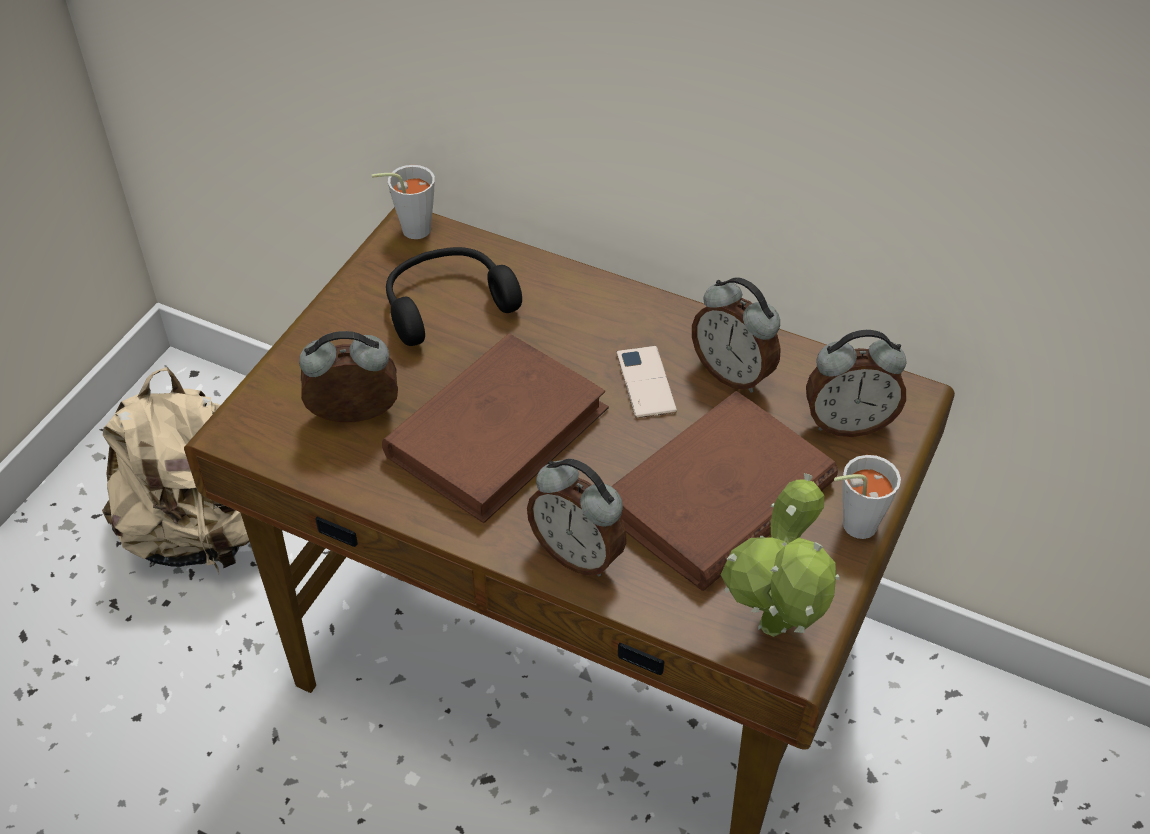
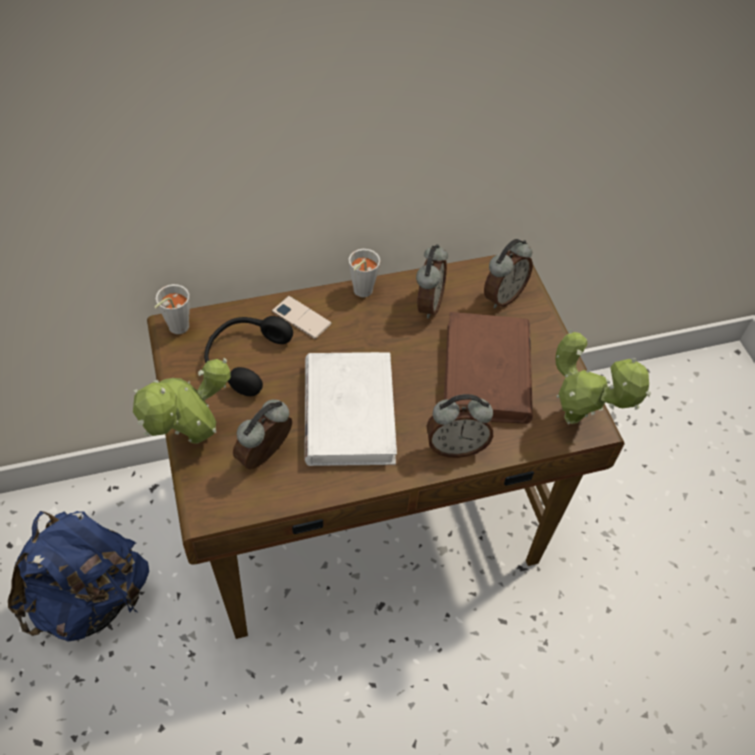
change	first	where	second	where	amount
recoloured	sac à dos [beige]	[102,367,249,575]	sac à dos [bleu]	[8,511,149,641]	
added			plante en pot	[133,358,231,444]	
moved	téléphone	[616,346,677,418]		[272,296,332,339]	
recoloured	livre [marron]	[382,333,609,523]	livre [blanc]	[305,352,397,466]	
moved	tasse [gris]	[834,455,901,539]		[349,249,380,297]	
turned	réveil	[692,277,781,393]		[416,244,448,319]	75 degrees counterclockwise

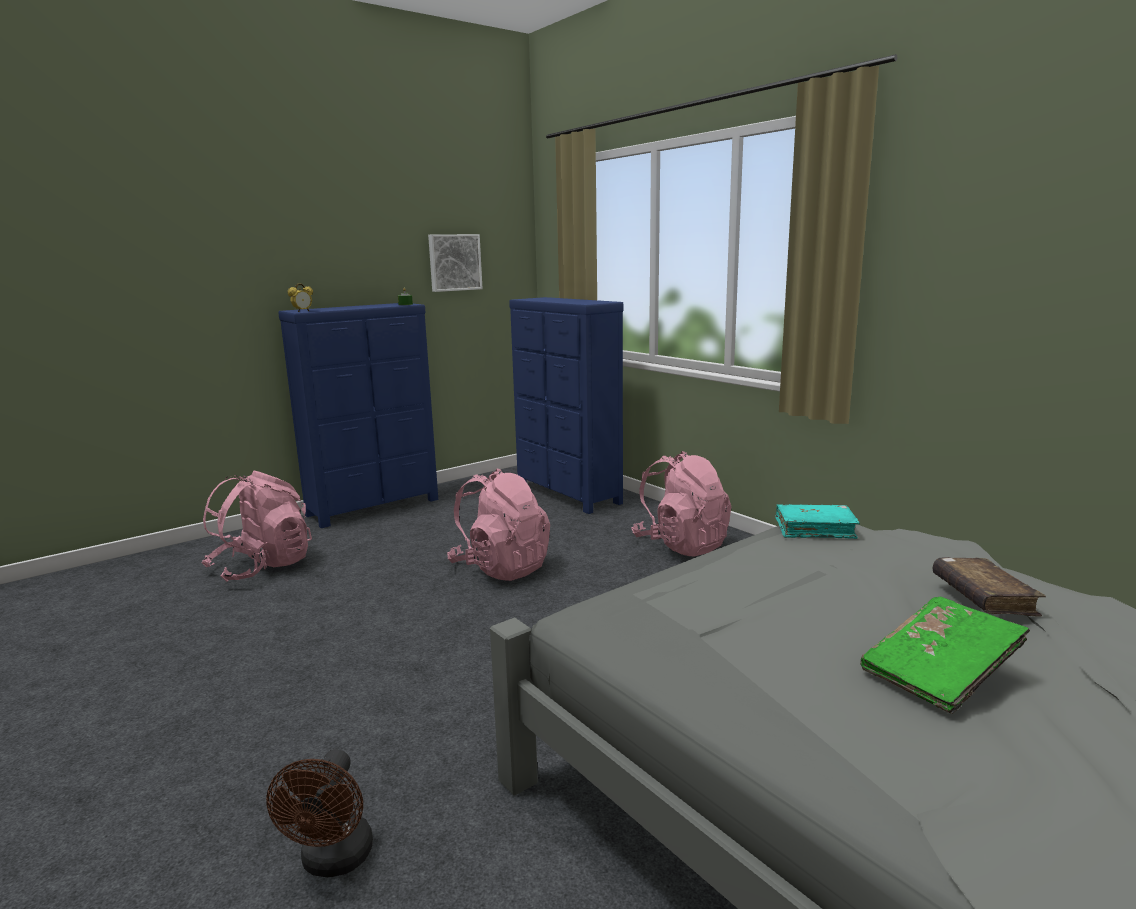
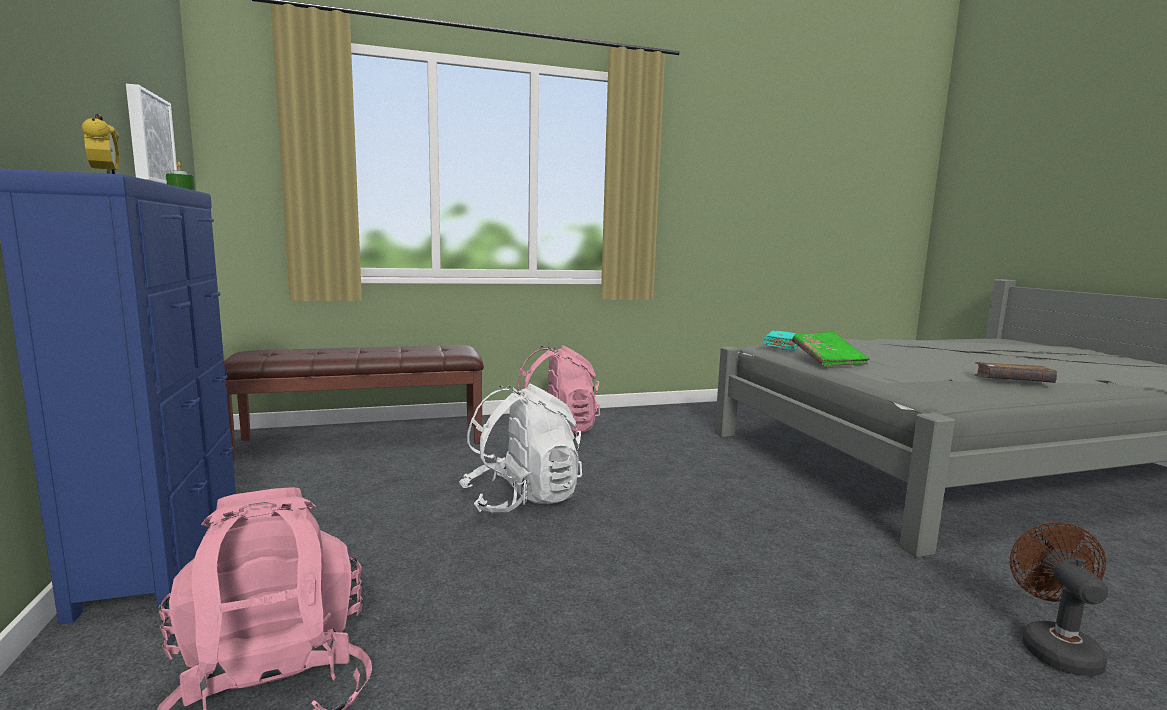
change	first	where	second	where	amount
replaced	commode [bleu]	[509,297,624,514]	banc [marron]	[224,345,484,462]	
recoloured	sac à dos [rose]	[447,468,550,581]	sac à dos [blanc]	[459,383,582,513]	
moved	livre [vert]	[860,597,1030,714]		[792,332,870,367]	
moved	livre [marron]	[933,557,1046,616]		[974,362,1057,383]	
turned	ventilateur [marron]	[266,749,373,877]		[1010,522,1108,676]	105 degrees counterclockwise

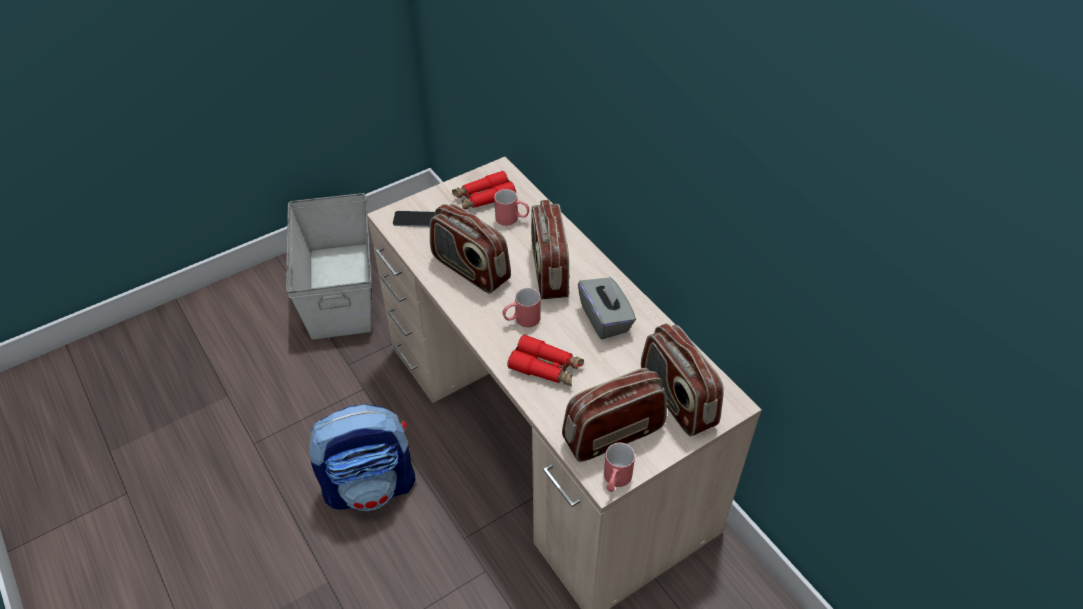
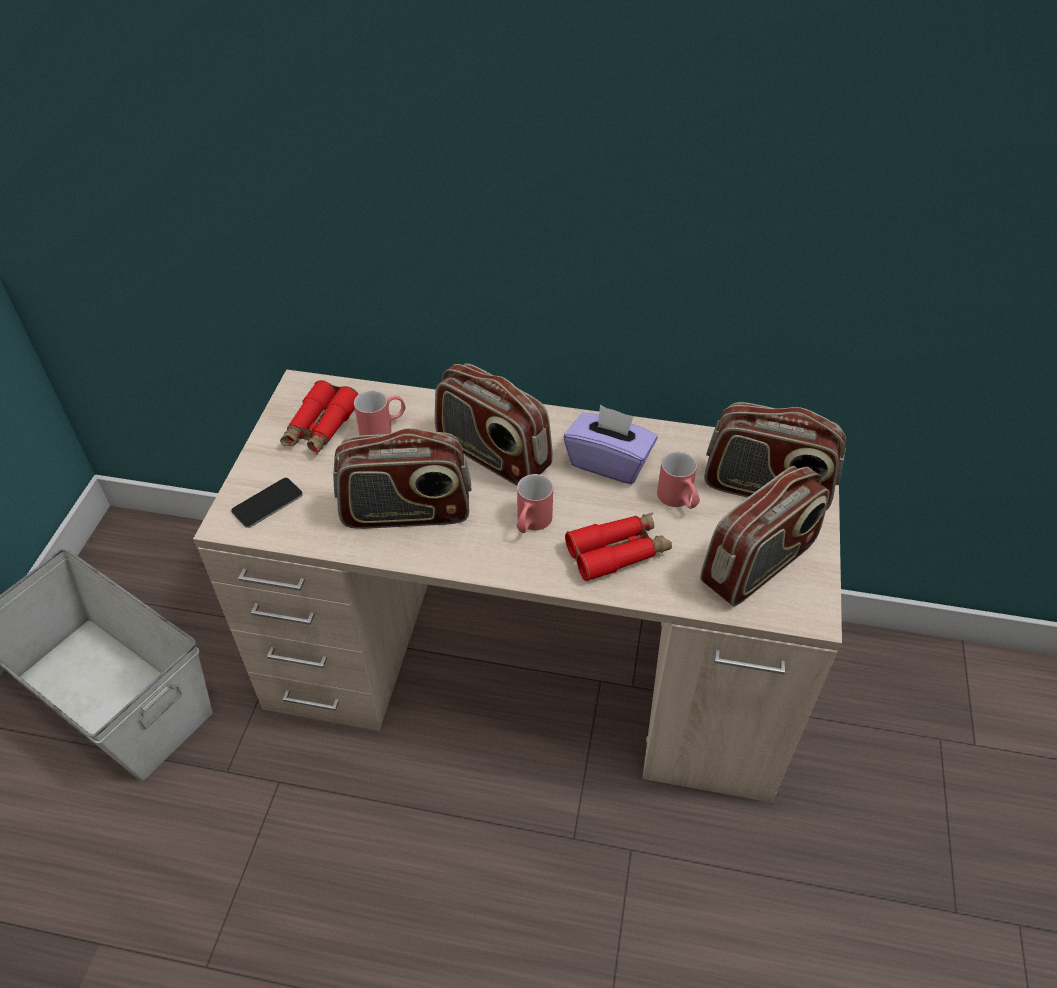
change	first	where	second	where	amount
recoloured	boîte à mouchoirs [gris]	[578,277,636,339]	boîte à mouchoirs [violet]	[564,405,658,484]	
moved	mug [rouge]	[604,443,635,492]		[657,452,700,509]	
turned	radio	[562,368,667,462]		[700,466,830,607]	150 degrees counterclockwise
removed	sac à dos	[309,404,415,511]			

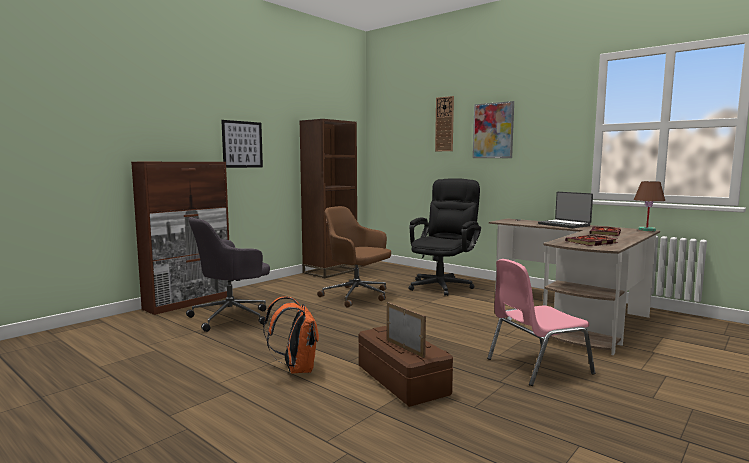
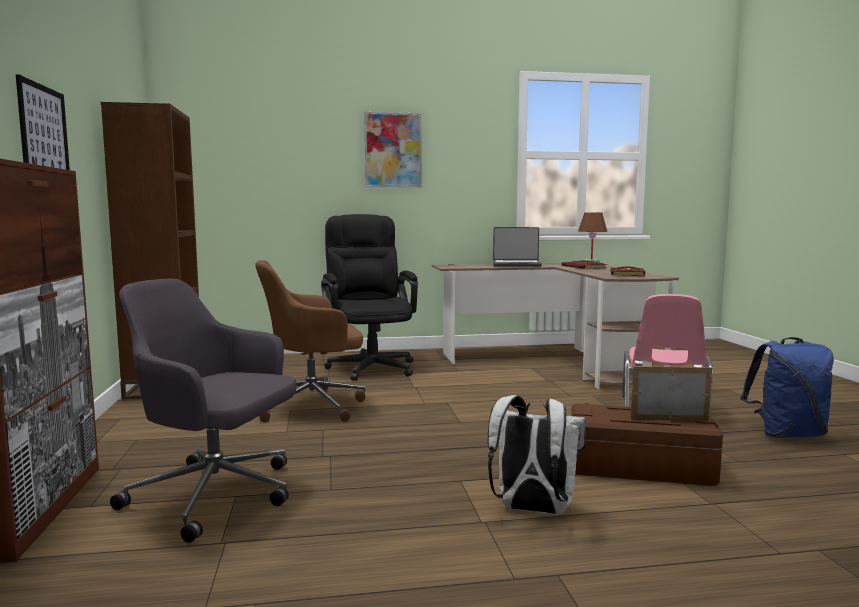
change	first	where	second	where	amount
turned	chaise de bureau [gris]	[186,217,270,332]		[110,279,297,543]	105 degrees clockwise
recoloured	sac à dos [orange]	[263,296,319,374]	sac à dos [blanc]	[487,395,585,514]	
added			sac à dos [bleu]	[740,337,834,438]	
removed	horloge murale	[435,96,454,151]			

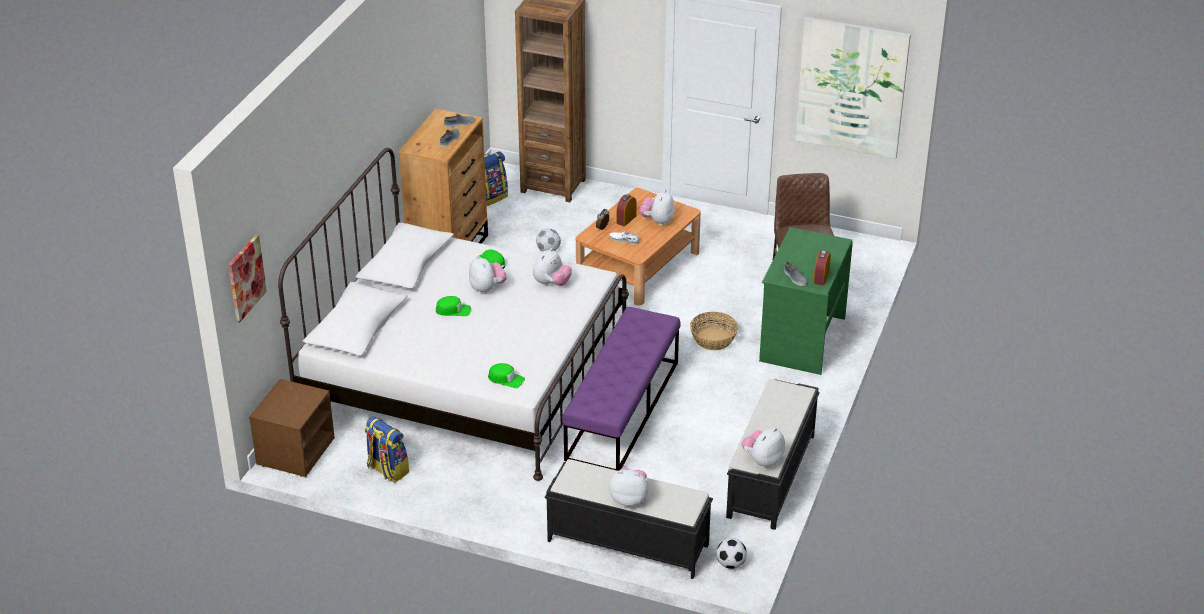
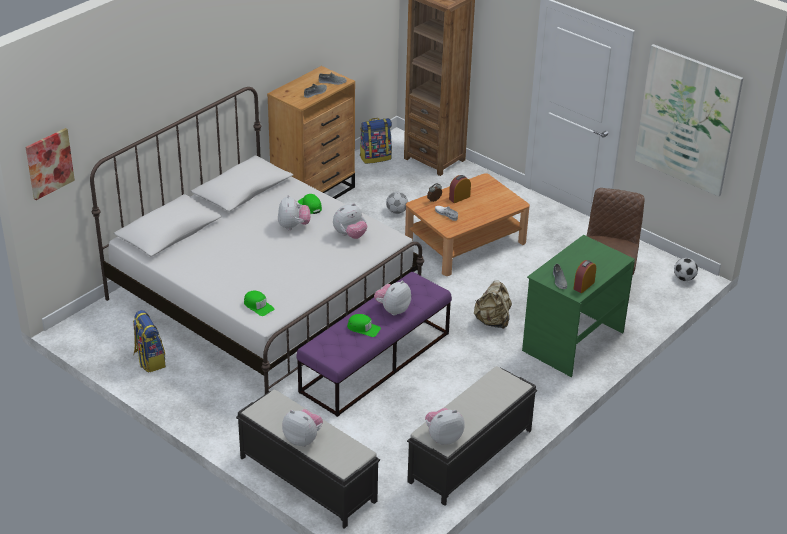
change	first	where	second	where	amount
moved	casquette [vert]	[436,296,471,316]		[347,314,381,337]	
moved	peluche	[640,190,674,226]		[374,280,411,316]	
replaced	panier	[690,312,738,350]	sac à dos [beige]	[474,280,512,329]	
moved	ballon de foot	[716,538,747,569]		[674,258,698,281]	
removed	table de chevet [marron]	[249,379,335,477]			

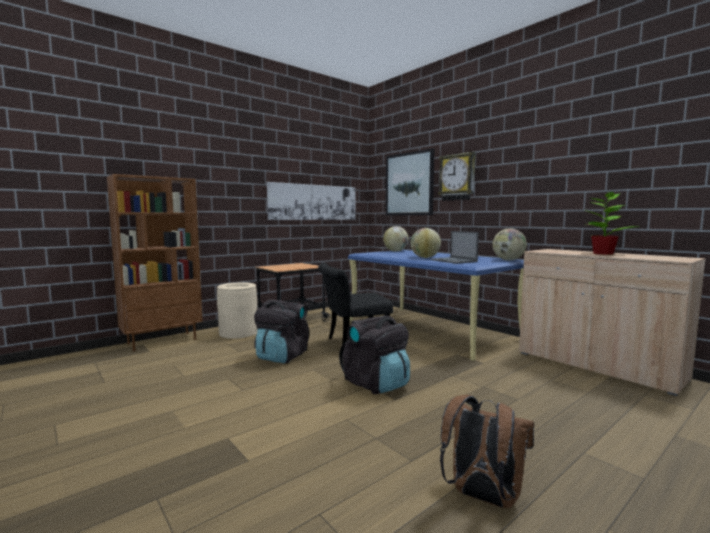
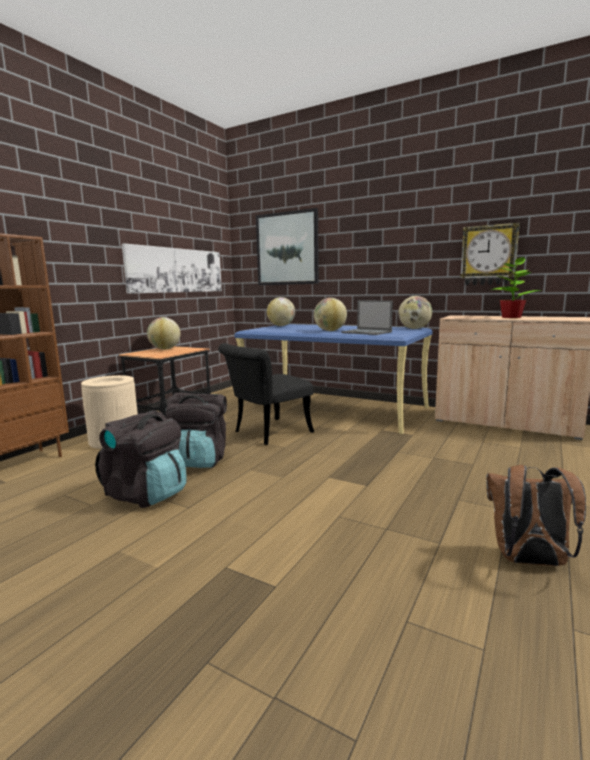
change	first	where	second	where	amount
moved	sac à dos [noir]	[339,315,410,394]		[95,411,186,508]	
added			globe	[147,317,181,349]	
moved	horloge murale	[438,152,476,201]		[460,222,520,285]	

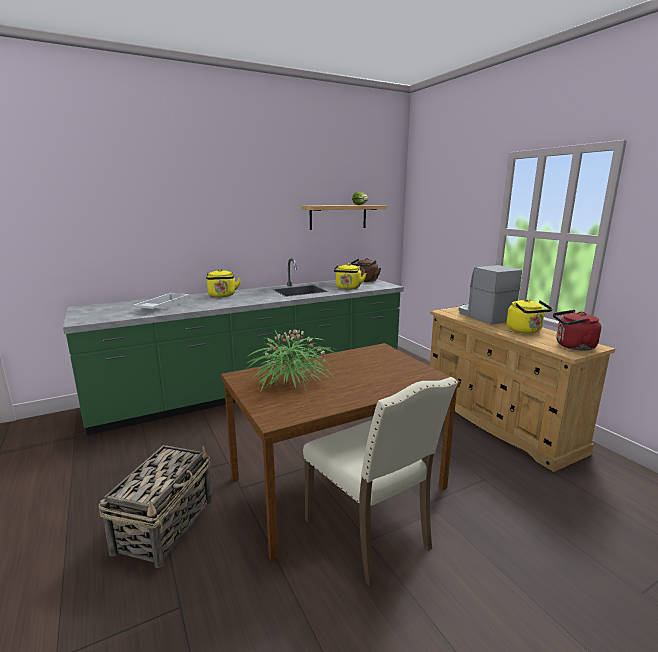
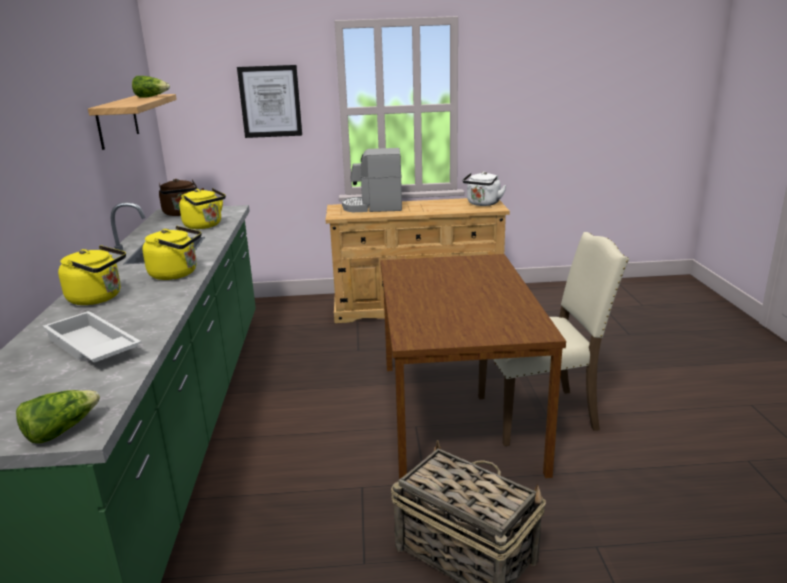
change	first	where	second	where	amount
added			laitue	[16,390,100,443]	
moved	bouilloire [jaune]	[507,299,553,334]		[142,226,202,280]	
added			tableau	[237,65,302,138]	
recoloured	bouilloire [rouge]	[553,310,601,351]	bouilloire [blanc]	[463,172,507,206]	
removed	plante en pot	[247,329,335,390]			

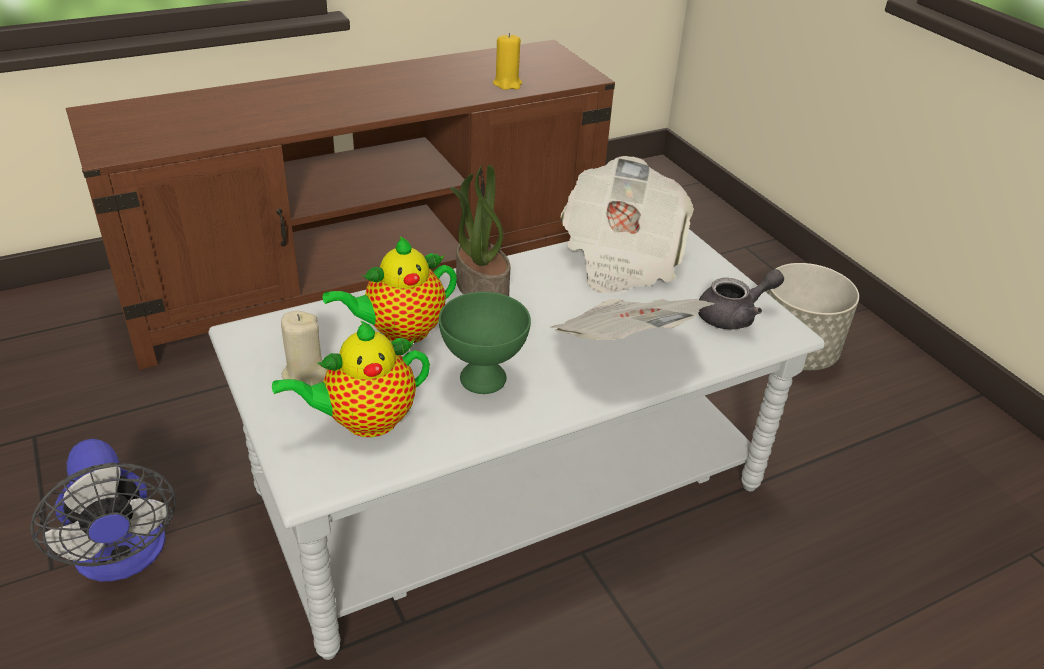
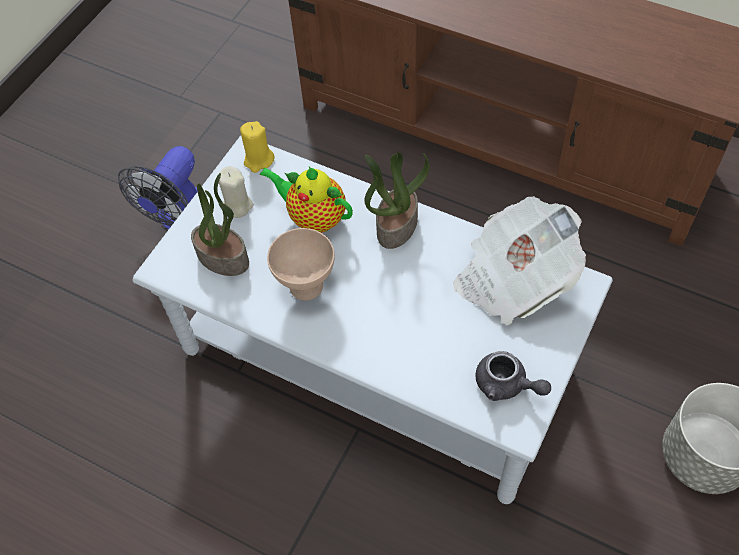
change	first	where	second	where	amount
replaced	théière	[272,321,430,437]	plante en pot	[191,173,249,276]	
moved	bougie [jaune]	[493,33,522,90]		[240,121,275,173]	
recoloured	bol [vert]	[439,292,531,394]	bol [beige]	[267,228,335,301]	
removed	journal	[551,299,714,340]			

